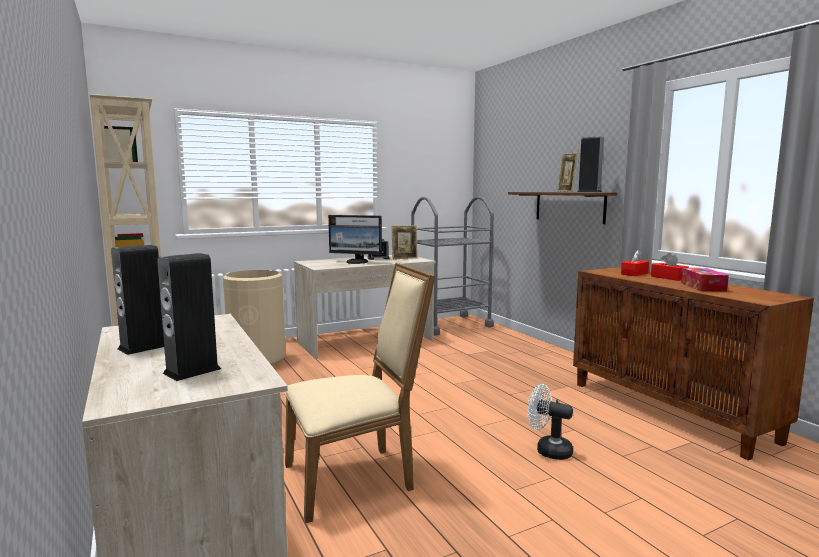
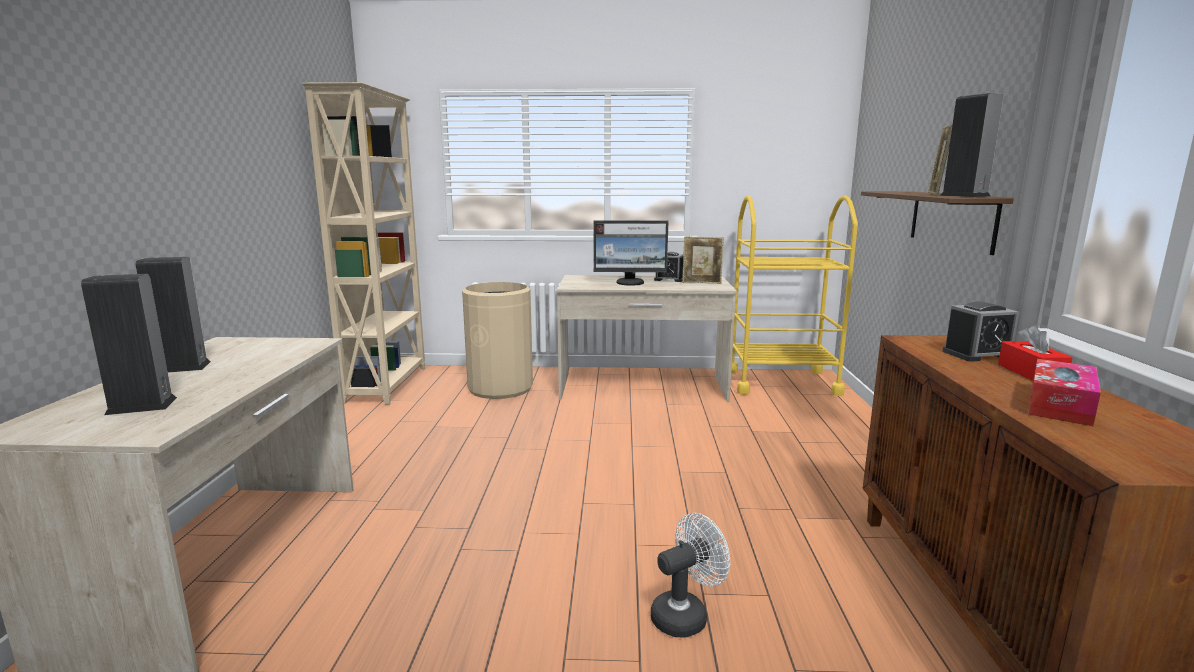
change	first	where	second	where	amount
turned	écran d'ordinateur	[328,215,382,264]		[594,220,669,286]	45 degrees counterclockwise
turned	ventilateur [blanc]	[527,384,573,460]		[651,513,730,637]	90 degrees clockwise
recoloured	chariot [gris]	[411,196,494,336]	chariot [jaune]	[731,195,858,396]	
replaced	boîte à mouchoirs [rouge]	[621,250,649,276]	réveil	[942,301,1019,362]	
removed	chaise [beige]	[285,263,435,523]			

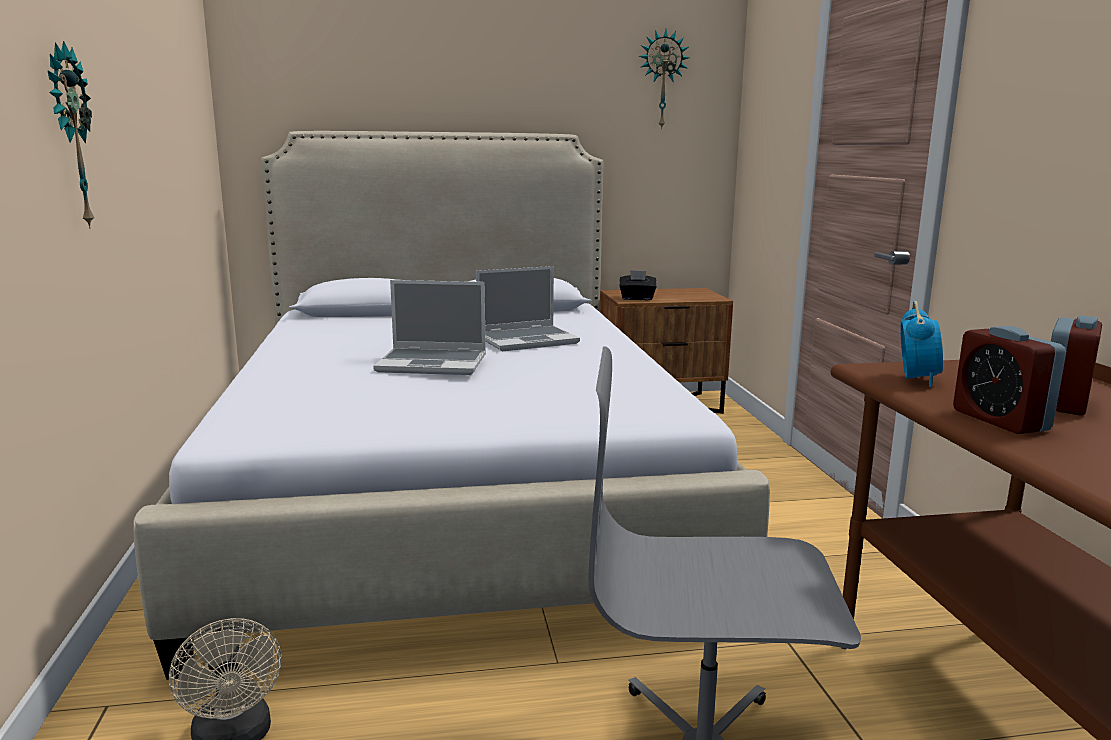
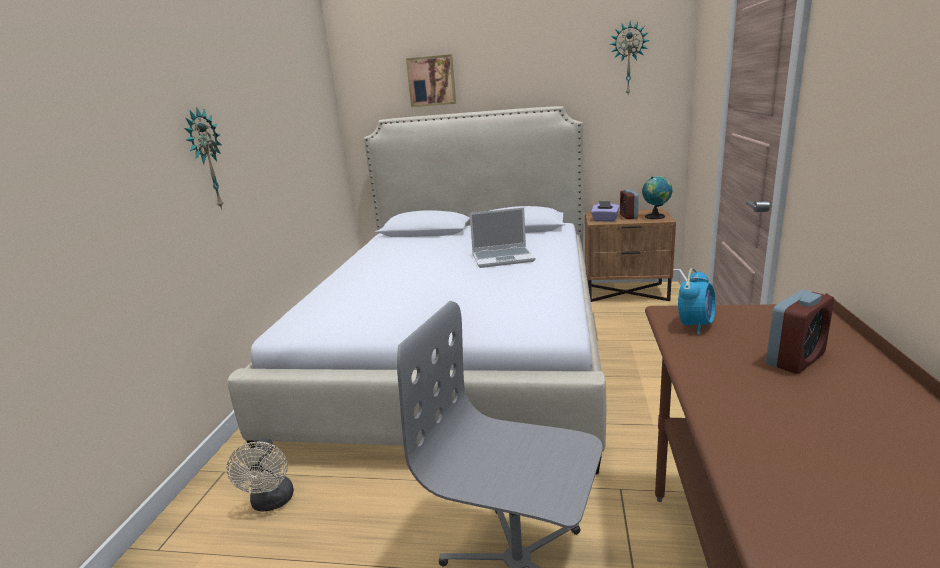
change	first	where	second	where	amount
added			tableau	[406,54,456,107]	
recoloured	boîte à mouchoirs [noir]	[619,270,657,300]	boîte à mouchoirs [violet]	[591,201,620,222]	
moved	réveil	[953,326,1066,434]		[620,189,639,219]	
added			globe	[642,176,673,219]	
removed	ordinateur portable	[373,280,486,375]			

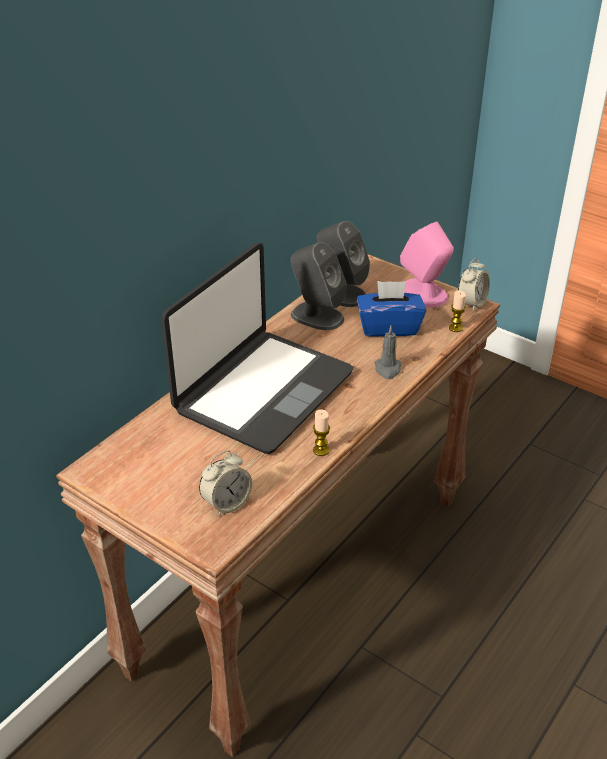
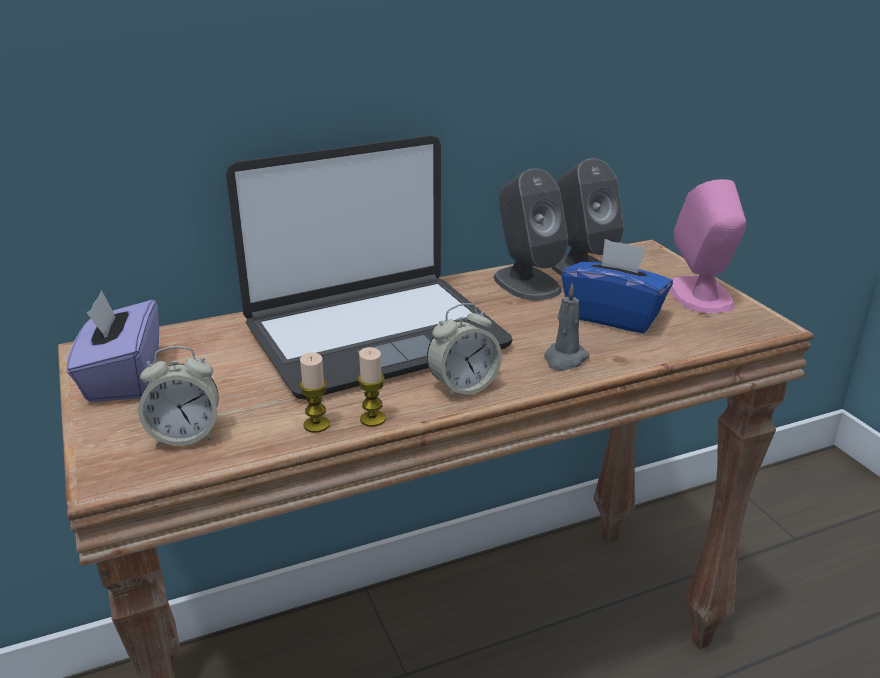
change	first	where	second	where	amount
added			boîte à mouchoirs [violet]	[66,290,159,402]	
moved	bougie	[449,290,466,332]		[300,352,330,433]	
moved	réveil	[458,258,490,312]		[427,303,502,399]	

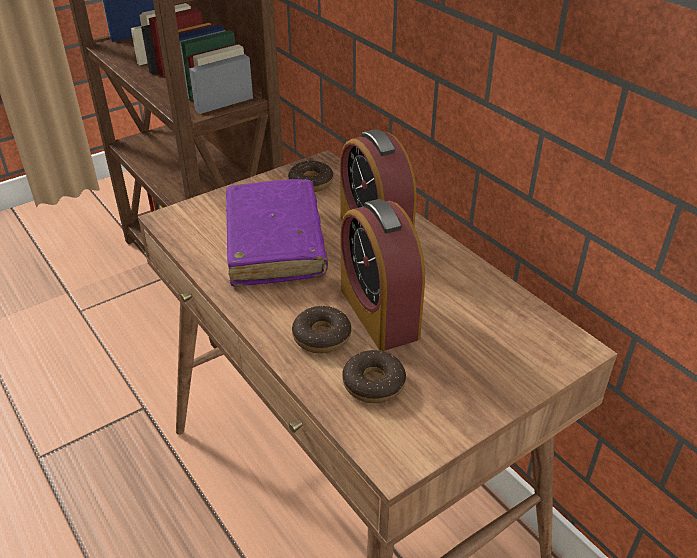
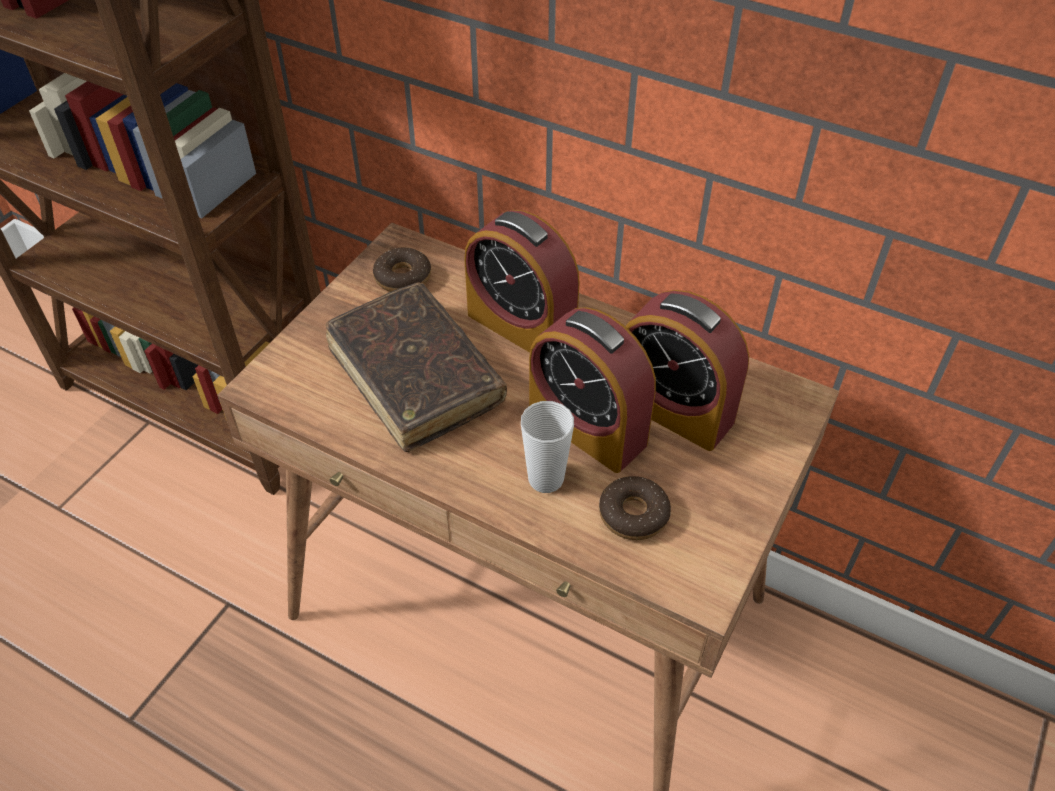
change	first	where	second	where	amount
recoloured	livre [violet]	[226,179,328,287]	livre [marron]	[326,283,507,452]	
replaced	beignet	[292,306,351,353]	tasse	[521,401,574,493]	
added			réveil	[626,290,749,451]	

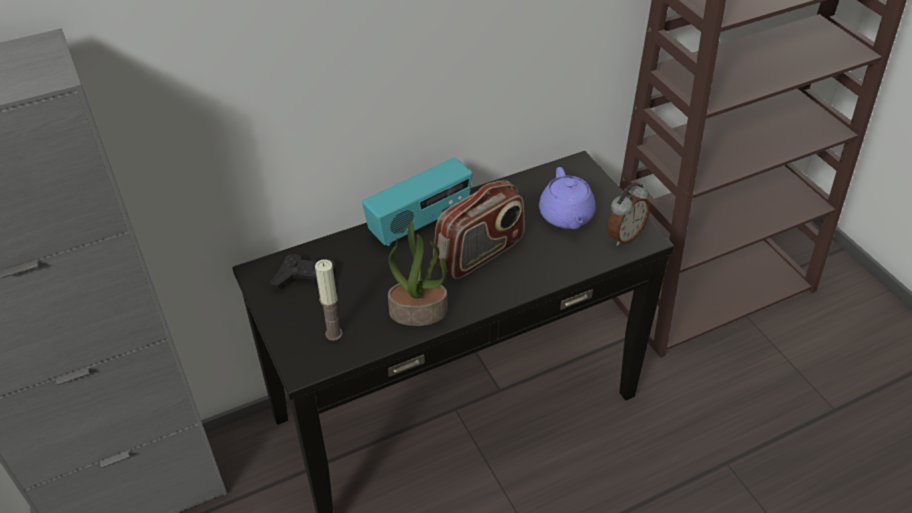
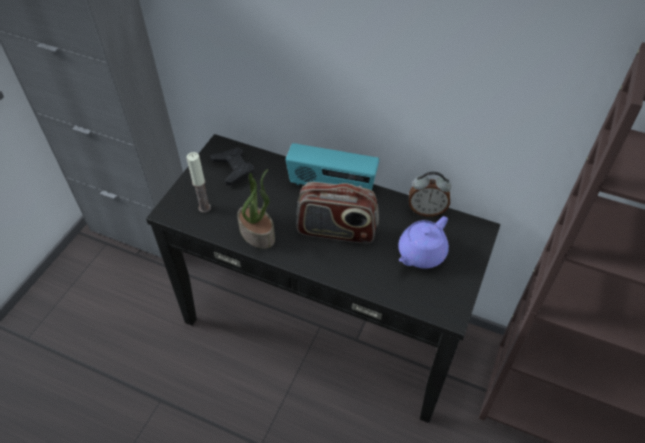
change	first	where	second	where	amount
moved	réveil	[607,183,650,246]		[409,172,451,217]	

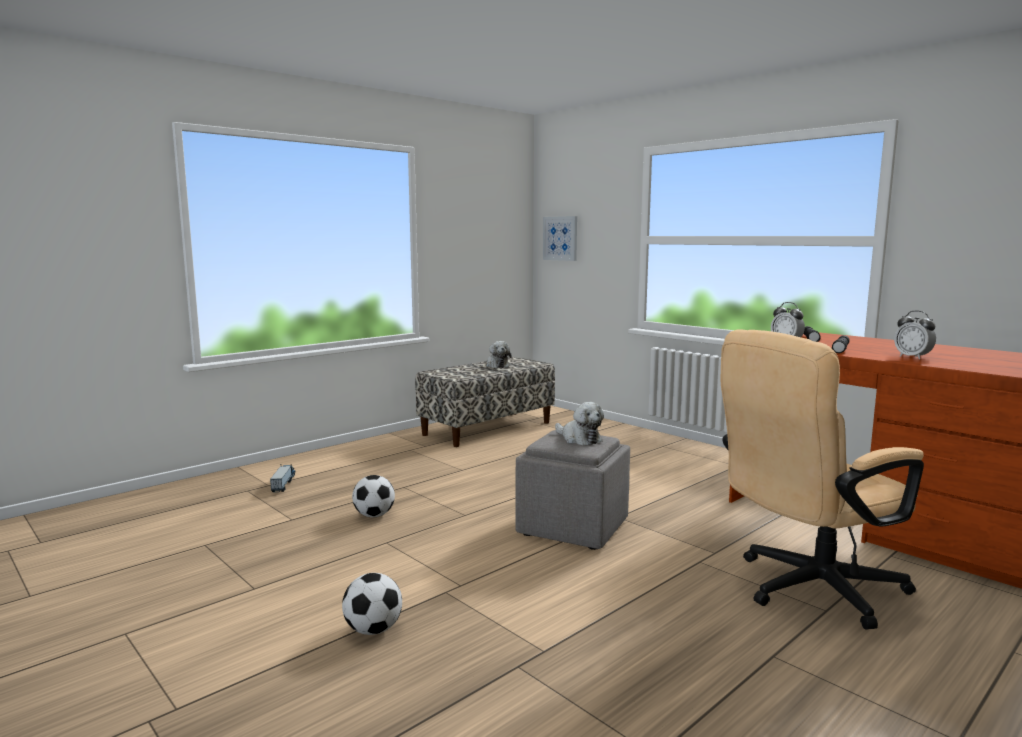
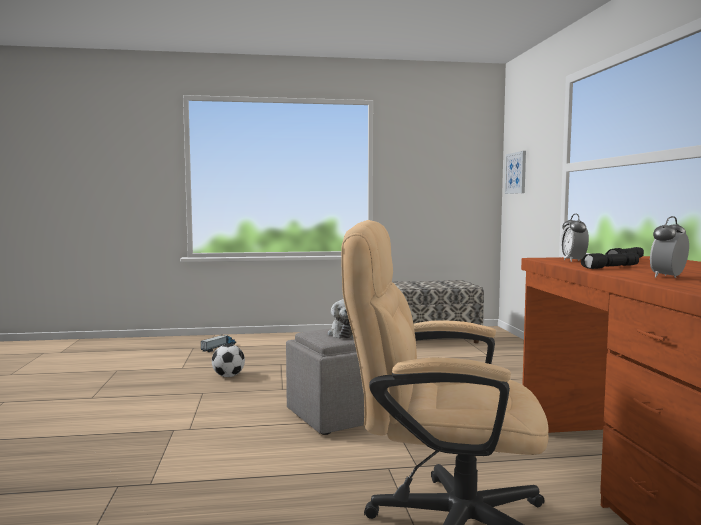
change	first	where	second	where	amount
turned	réveil	[894,311,936,360]		[650,216,689,278]	45 degrees clockwise
removed	ballon de foot	[342,573,402,635]			
removed	peluche	[486,341,512,368]			

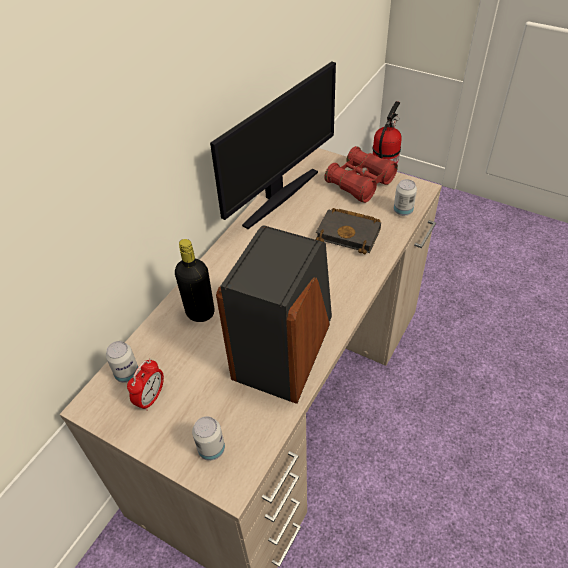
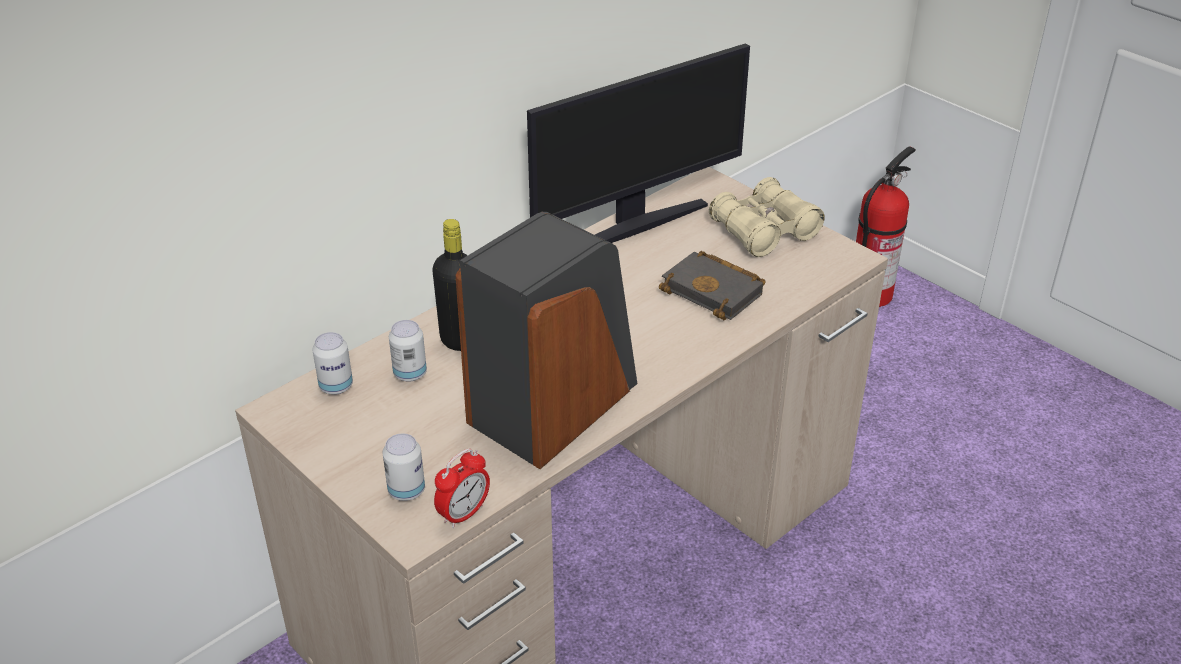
change	first	where	second	where	amount
moved	boîte métallique	[393,179,417,216]		[389,320,427,382]	
moved	réveil	[127,359,164,411]		[434,448,490,528]	
recoloured	jumelles [rouge]	[324,146,398,203]	jumelles [beige]	[709,177,825,257]	

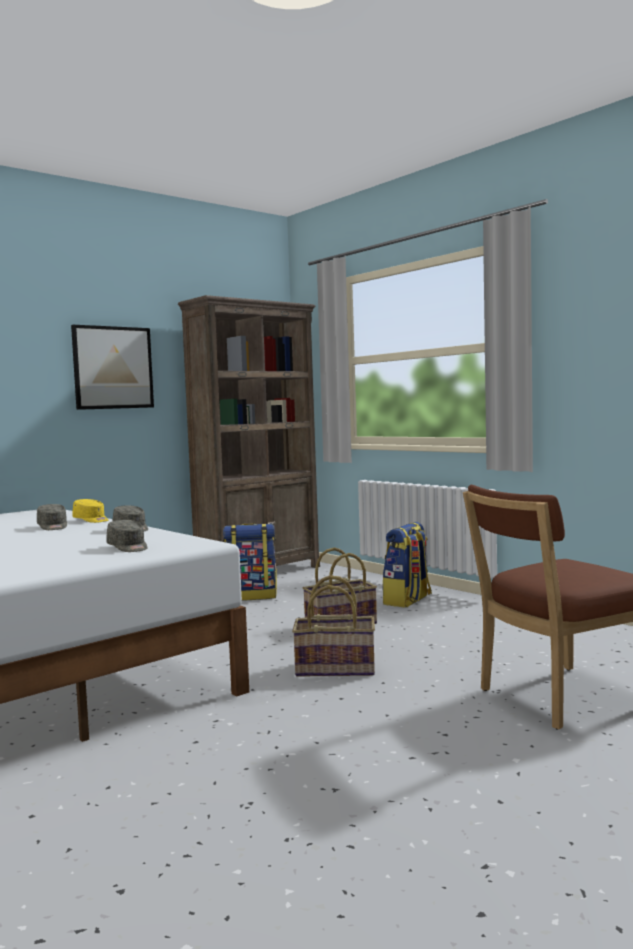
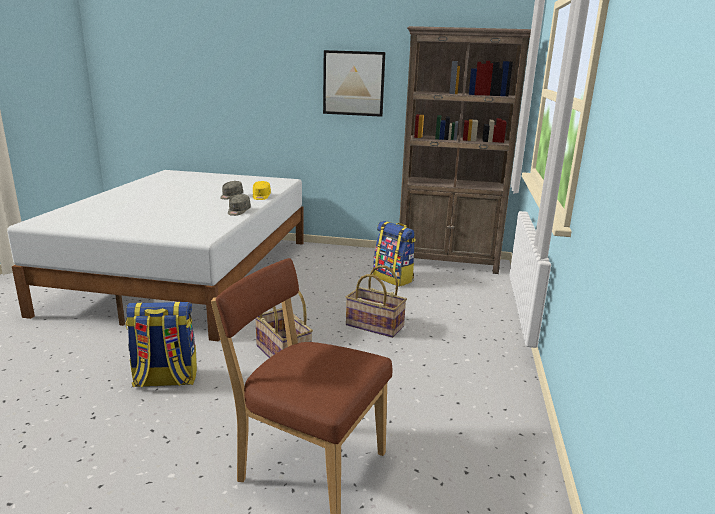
change	first	where	second	where	amount
moved	sac à dos	[382,522,432,608]		[126,302,197,387]	
removed	casquette [gris]	[107,520,148,552]			

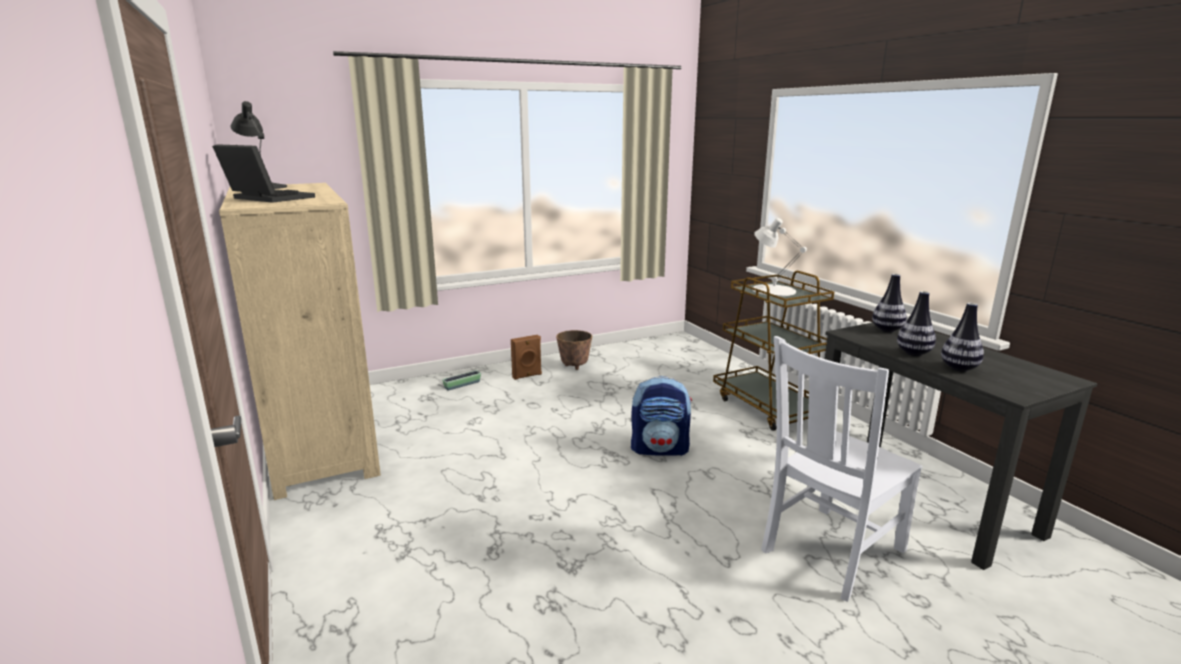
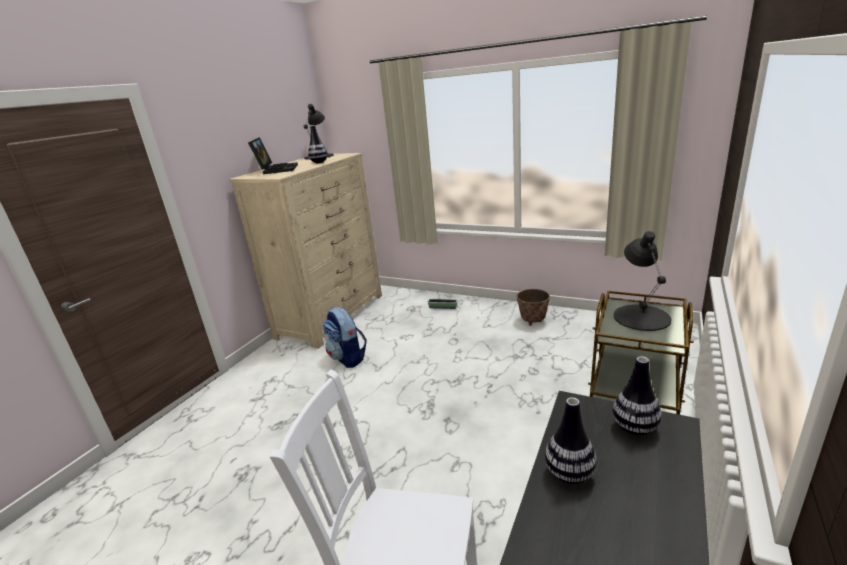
change	first	where	second	where	amount
moved	vase	[941,303,984,372]		[308,125,328,163]	
moved	sac à dos	[631,376,692,456]		[323,307,367,368]	
recoloured	lampe de table [blanc]	[753,218,807,296]	lampe de table [noir]	[614,231,672,331]	
removed	enceinte [marron]	[511,335,542,380]			

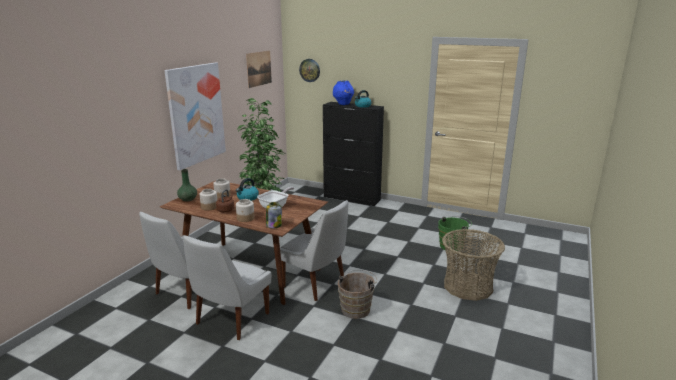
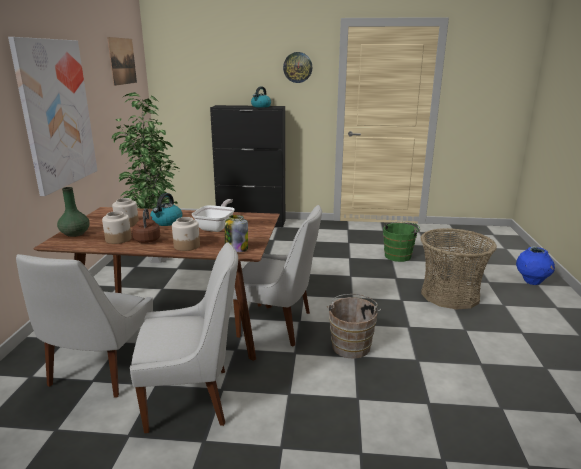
change	first	where	second	where	amount
turned	chaise [blanc]	[183,235,271,340]		[130,242,238,433]	105 degrees counterclockwise
moved	horloge murale	[299,59,320,82]		[283,52,312,83]	
moved	vase [bleu]	[333,80,354,105]		[516,246,555,285]	

